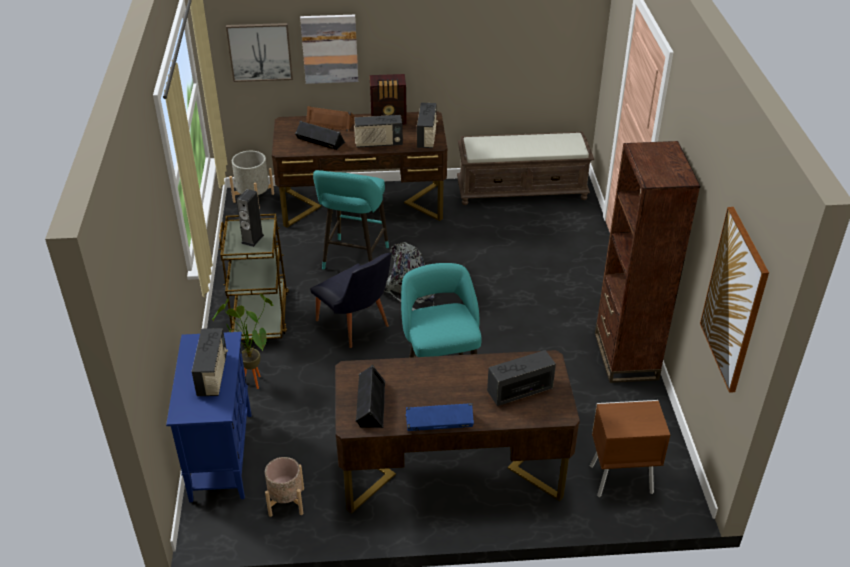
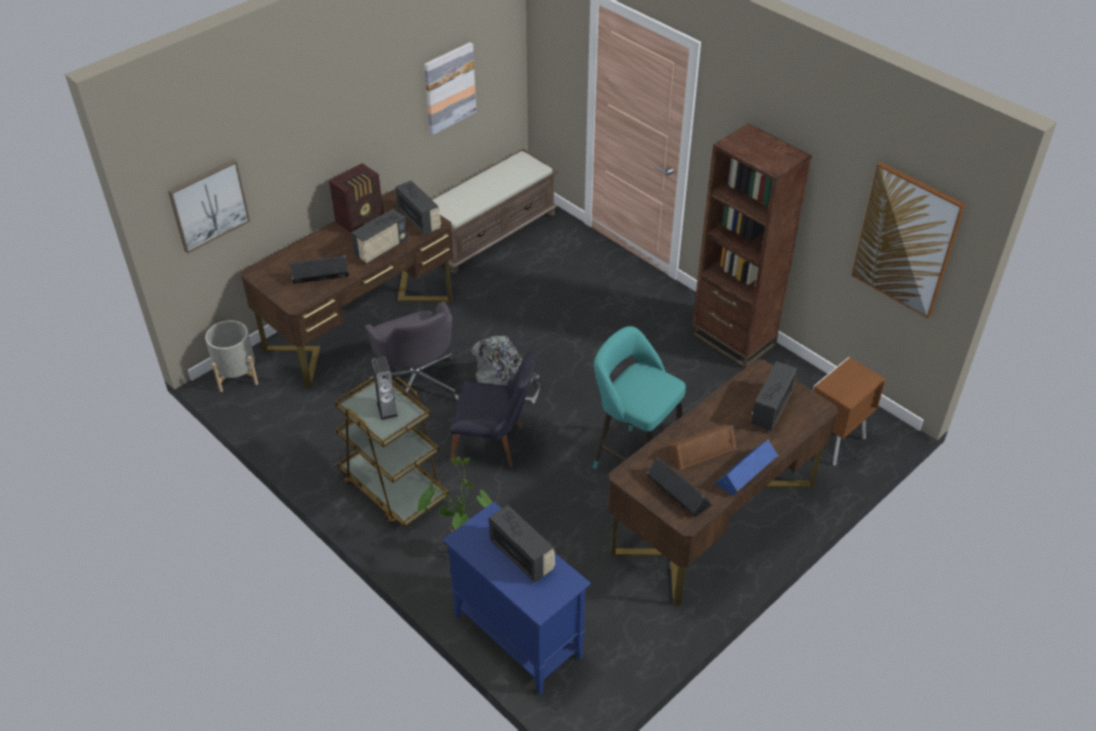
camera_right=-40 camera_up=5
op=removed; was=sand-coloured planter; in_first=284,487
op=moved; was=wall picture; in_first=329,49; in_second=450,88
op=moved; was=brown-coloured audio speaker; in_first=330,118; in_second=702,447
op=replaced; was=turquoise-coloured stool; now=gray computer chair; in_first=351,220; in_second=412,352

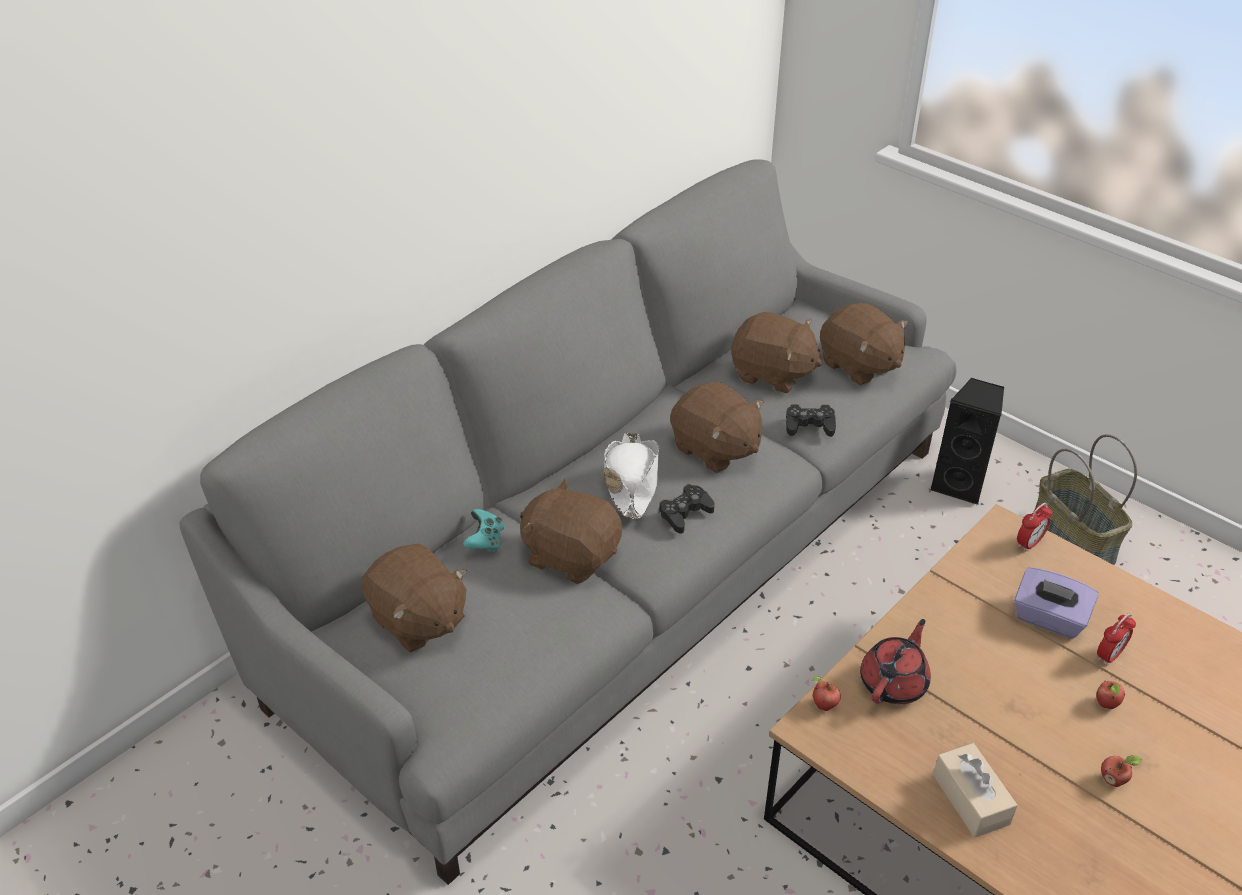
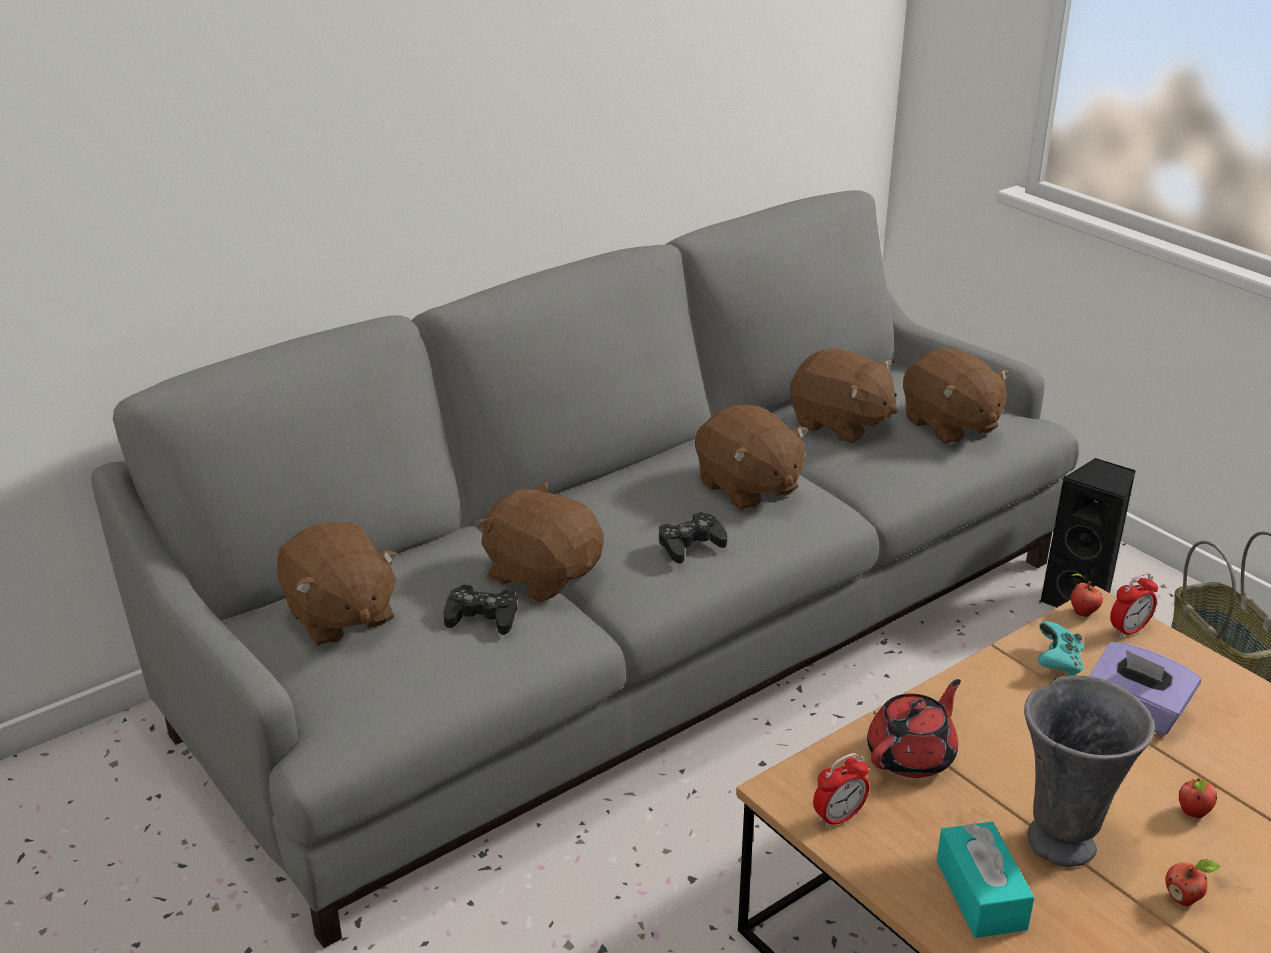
camera_right=10 camera_up=-10
op=moved; was=turquoise-coloured gamepad; in_first=483,530; in_second=1061,648
op=removed; was=white-coloured hat; in_first=631,475
op=moved; was=blackish gamepad; in_first=811,420; in_second=480,610
op=moved; was=apple; in_first=826,693; in_second=1086,595
op=recoloured; was=sand-coloured tissue holder; now=turquoise-coloured tissue holder; in_first=975,790; in_second=985,880
op=moved; was=bedside clock; in_first=1116,639; in_second=841,791
op=added; now=gray flower vase; in_second=1089,771

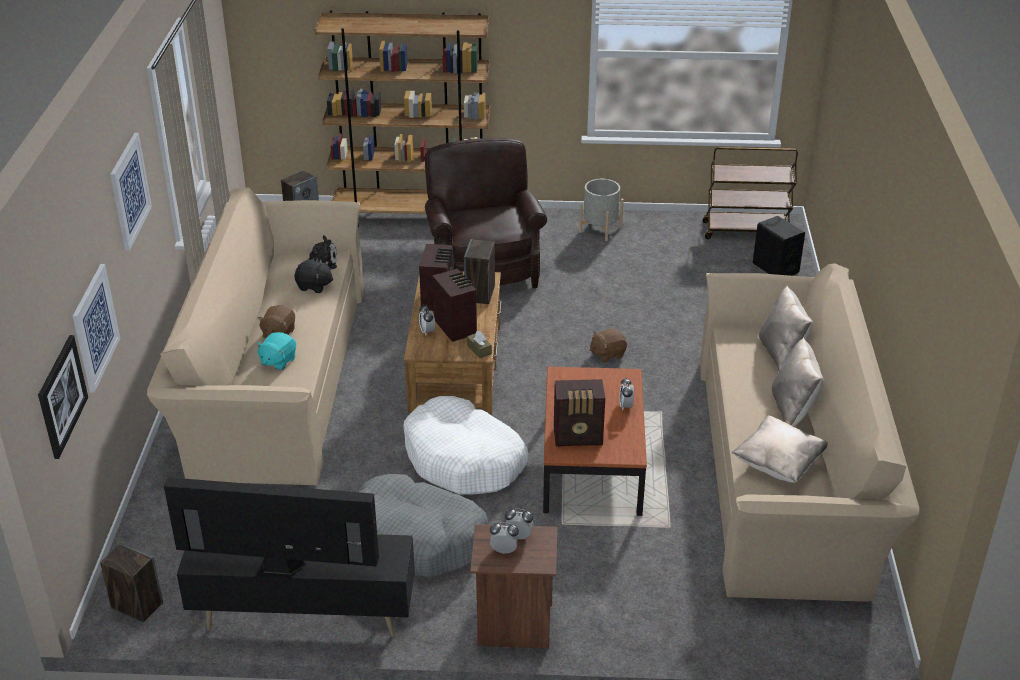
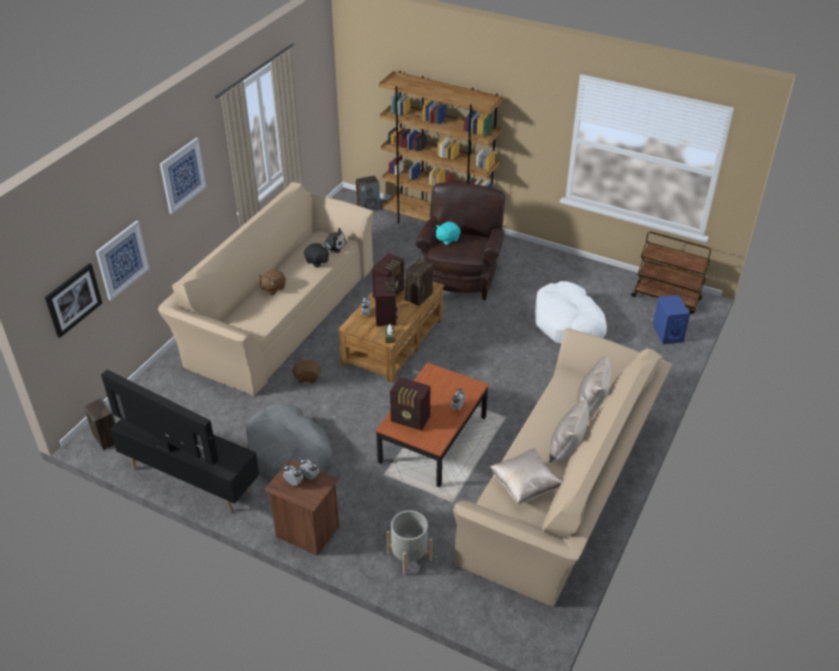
camera_right=25 camera_up=5
op=moved; was=turquoise-coloured cuddly toy; in_first=276,351; in_second=448,233
op=moved; was=white-coloured dog bed; in_first=465,445; in_second=571,312
op=moved; was=gray planter; in_first=601,210; in_second=409,542
op=moved; was=brown-coloured cuddly toy; in_first=608,345; in_second=306,370
op=recoloured; was=blackish audio speaker; now=blue audio speaker; in_first=779,246; in_second=671,319

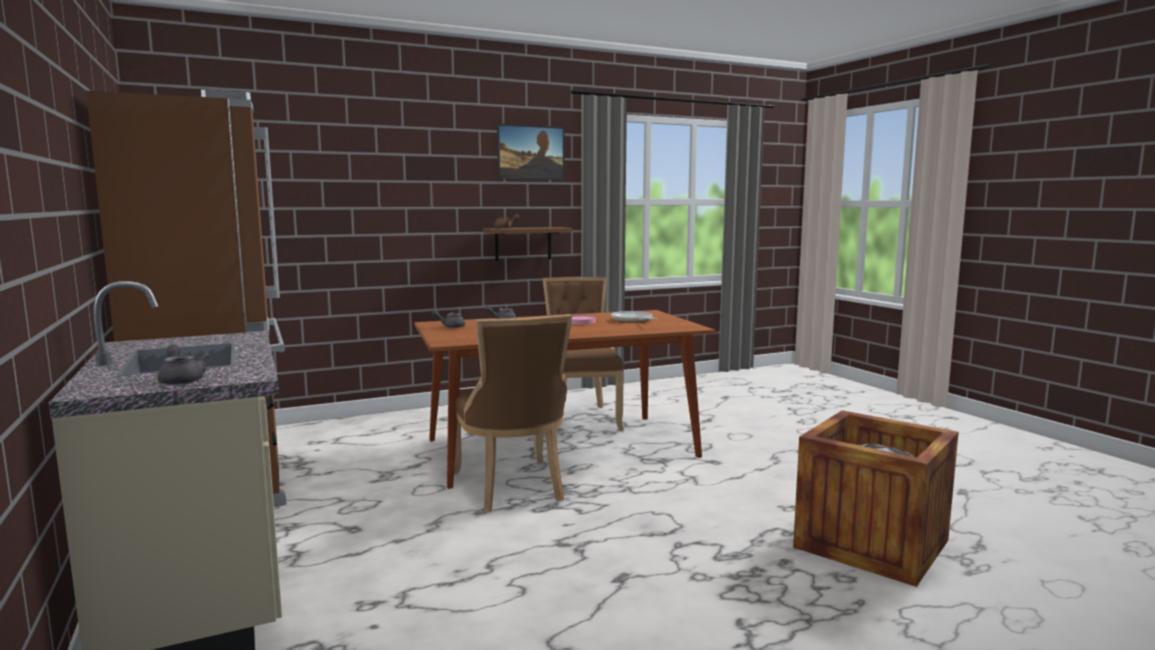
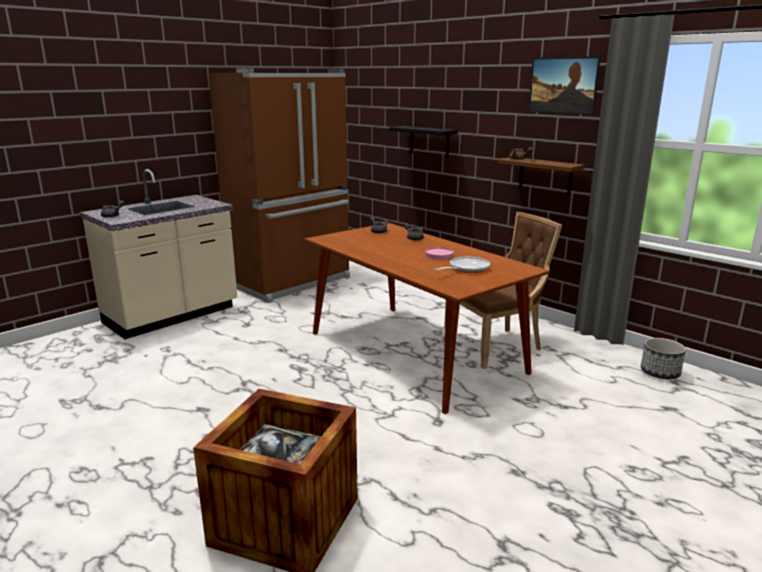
camera_right=70 camera_up=10
op=removed; was=brown-coloured chair; in_first=513,413
op=added; now=blackish bracket shelf; in_second=423,142
op=added; now=planter; in_second=663,358

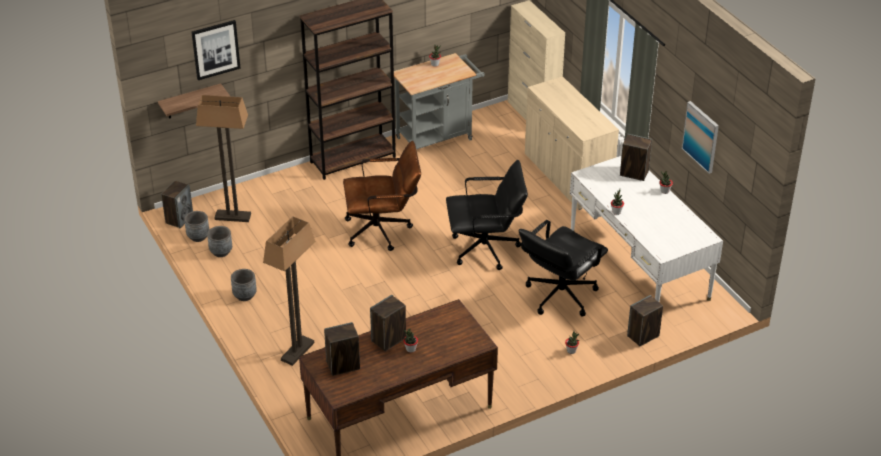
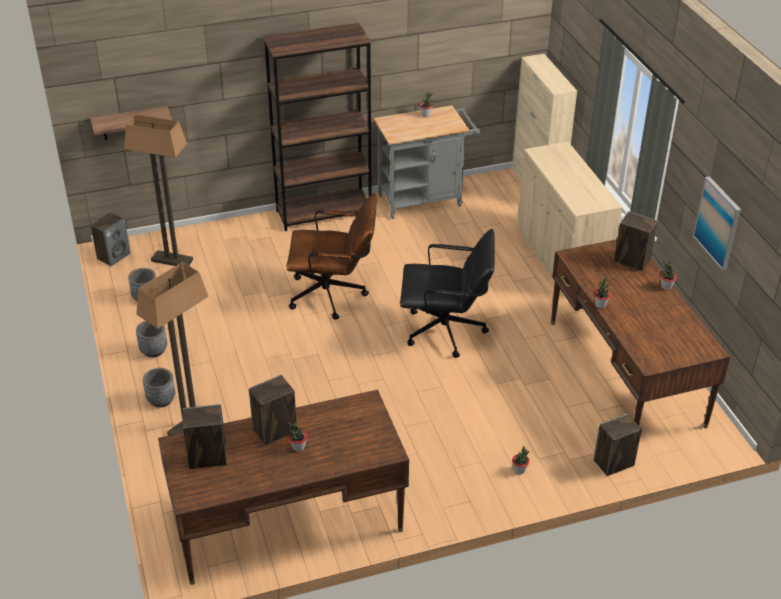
camera_right=10 camera_up=0
op=moved; was=gray planter; in_first=196,226; in_second=159,388
op=removed; was=wall picture; in_first=216,50
op=removed; was=blackish computer chair; in_first=563,268
op=recoloured; was=white-coloured desk unit; now=brown-coloured desk unit; in_first=646,229; in_second=640,333

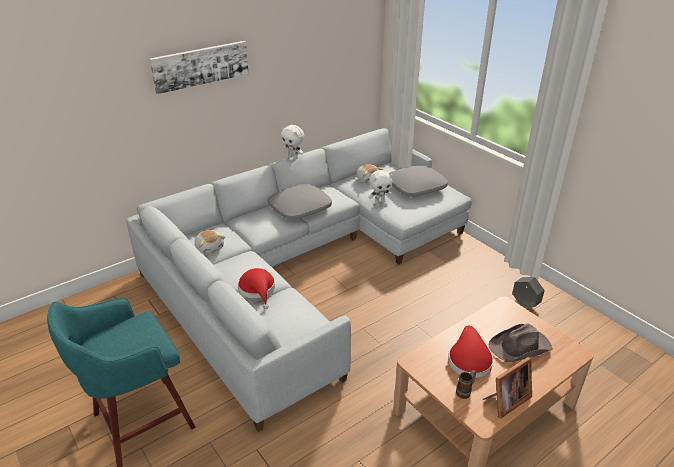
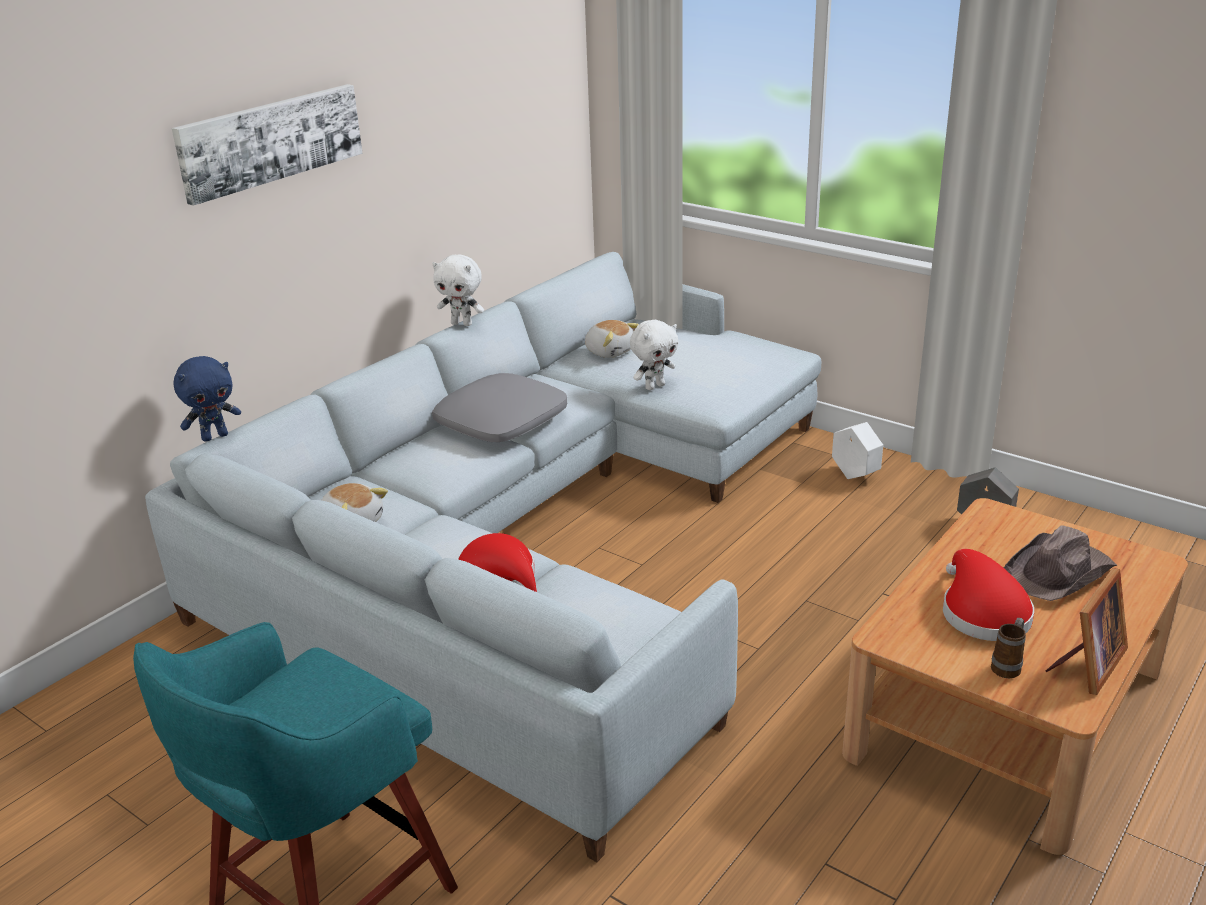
camera_right=-15 camera_up=-5
op=removed; was=gray cushion; in_first=418,181
op=added; now=blue cuddly toy; in_second=207,399
op=added; now=white-coloured planter; in_second=857,450

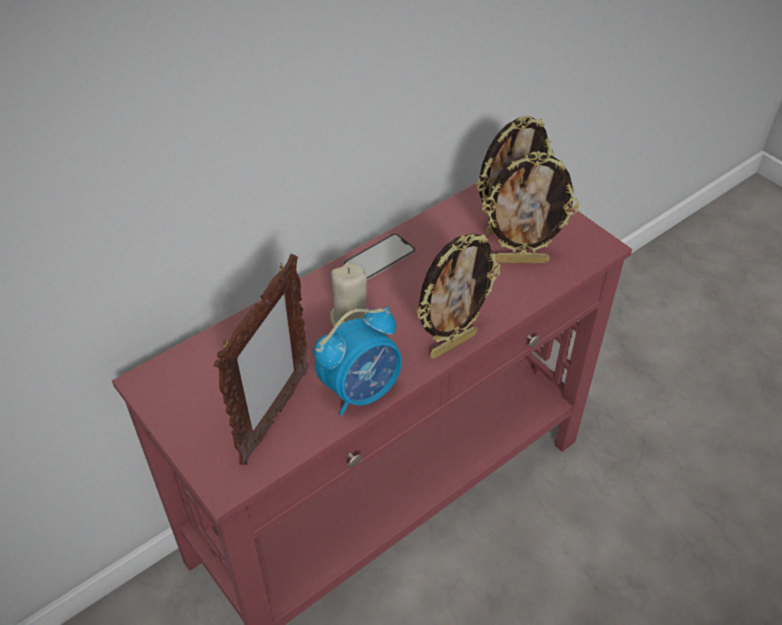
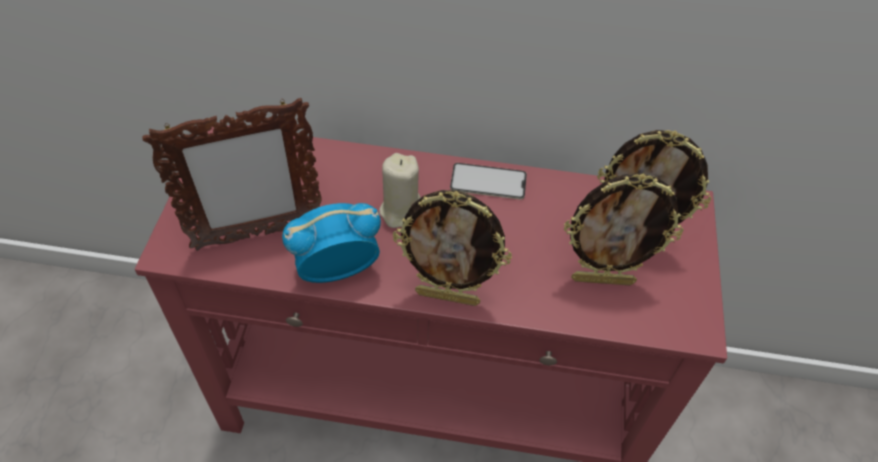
camera_right=45 camera_up=5
op=turned; was=bedside clock; in_first=358,361; in_second=331,243; clockwise=150
op=turned; was=standing frame; in_first=530,207; in_second=624,229; clockwise=-45

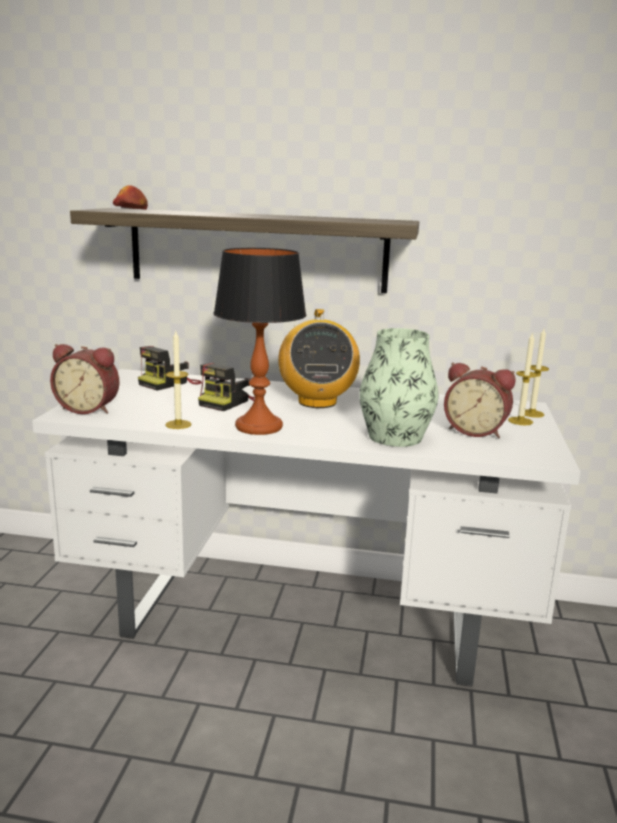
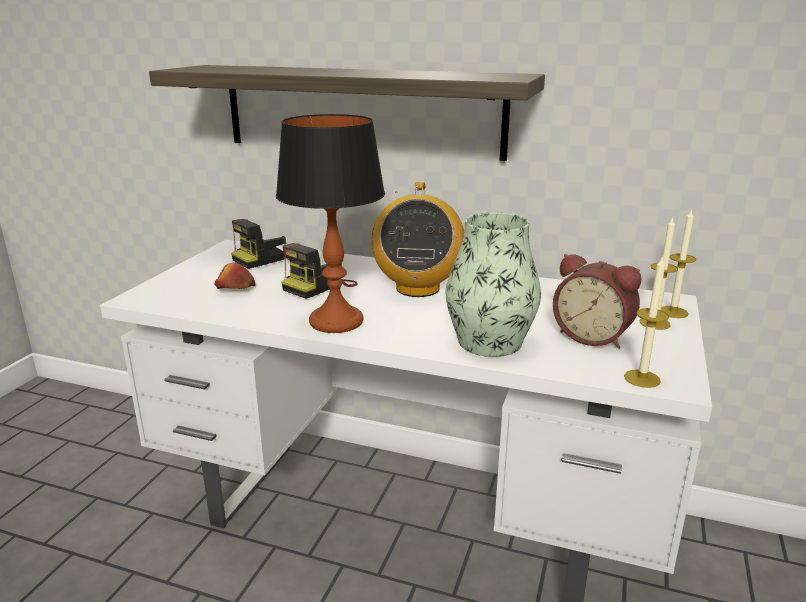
camera_right=10 camera_up=5
op=removed; was=bedside clock; in_first=85,379
op=moved; was=apple; in_first=130,197; in_second=234,276
op=moved; was=candle; in_first=178,380; in_second=646,322

